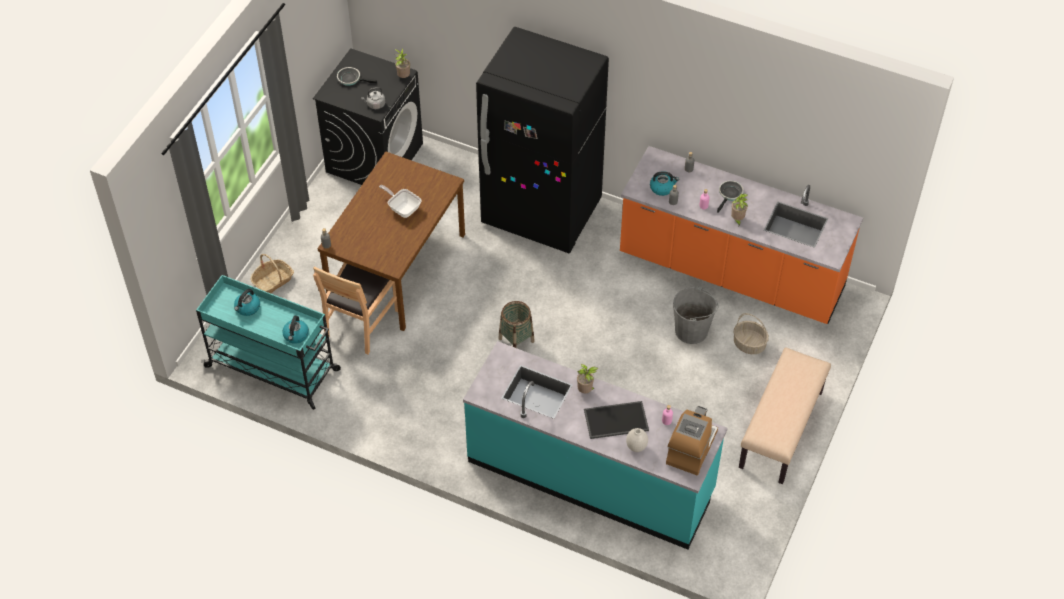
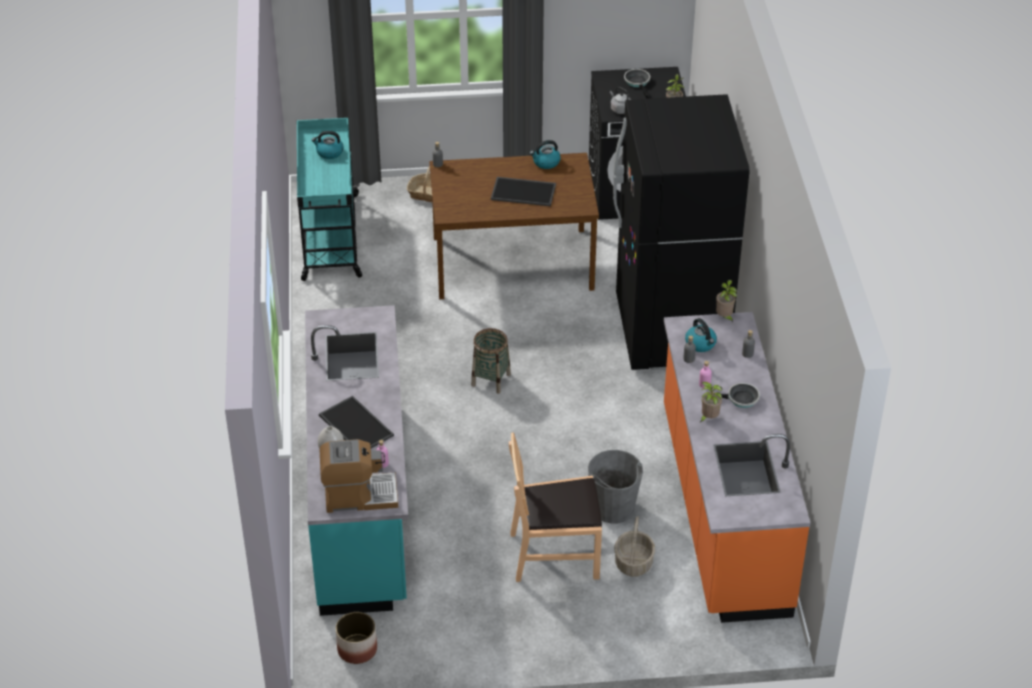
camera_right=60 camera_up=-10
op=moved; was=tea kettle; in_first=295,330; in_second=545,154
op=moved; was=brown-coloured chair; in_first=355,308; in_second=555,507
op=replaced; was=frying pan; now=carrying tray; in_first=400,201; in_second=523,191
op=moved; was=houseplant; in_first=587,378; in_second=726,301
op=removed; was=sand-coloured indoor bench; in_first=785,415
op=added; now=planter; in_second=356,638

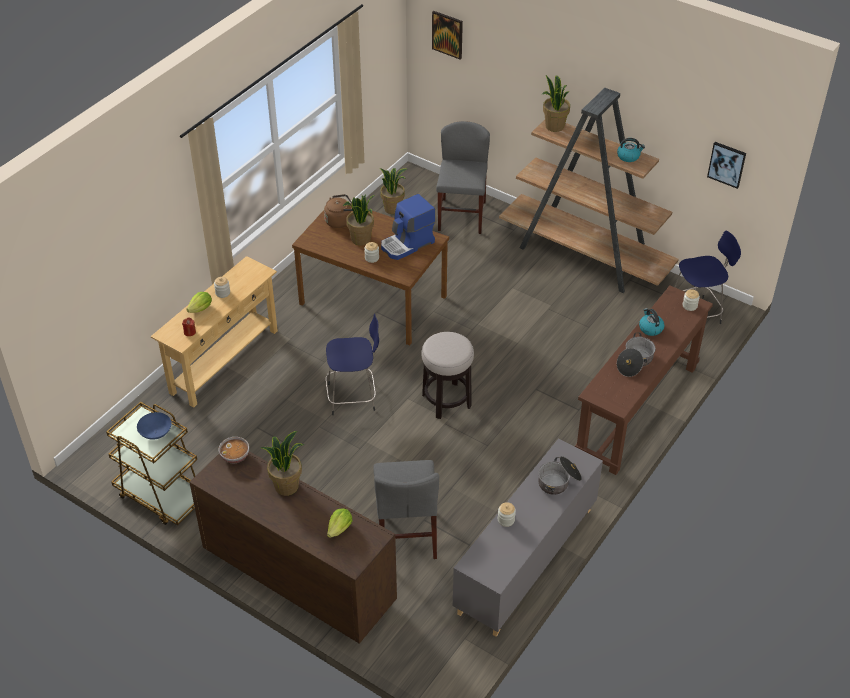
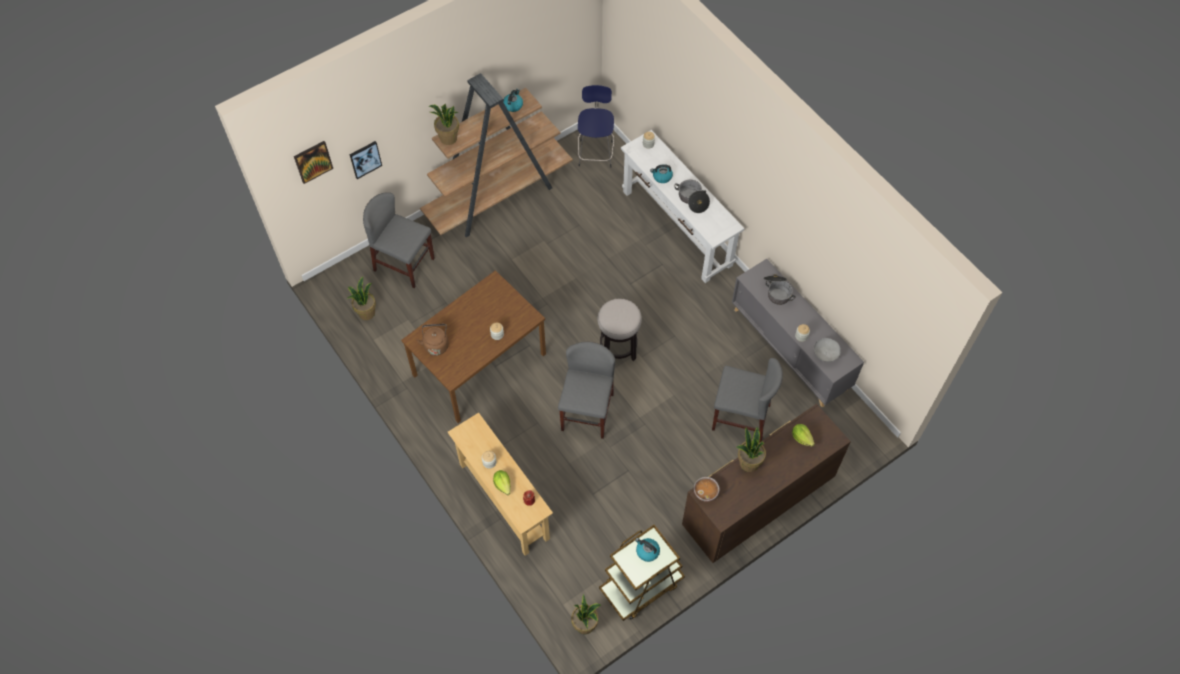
camera_right=-70 camera_up=15
op=replaced; was=blue deep dish; now=tea kettle; in_first=154,426; in_second=647,550
op=replaced; was=blue stool; now=gray chair; in_first=352,364; in_second=586,390
op=moved; was=houseplant; in_first=359,219; in_second=586,614
op=removed; was=coffee maker; in_first=408,227
op=recoloured; was=brown-coloured narrow table; now=white-coloured narrow table; in_first=644,380; in_second=683,206
op=moved; was=wall picture; in_first=726,165; in_second=366,160
op=added; now=gray deep dish; in_second=827,350

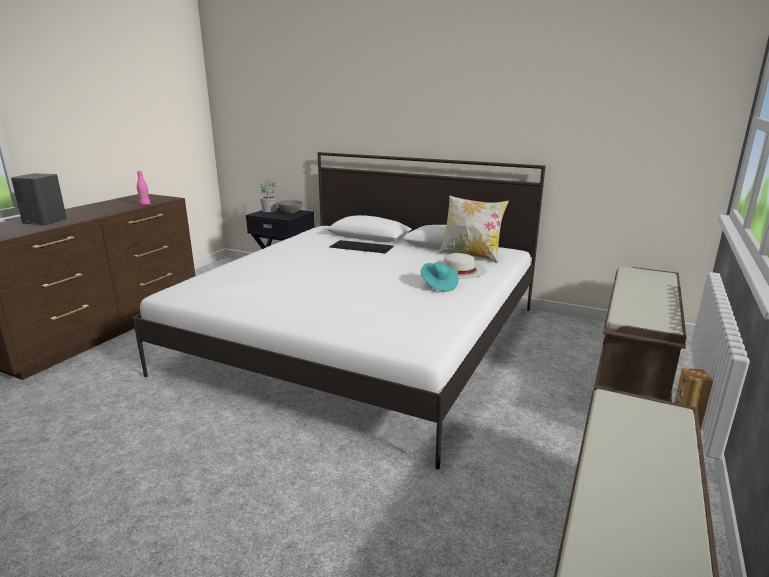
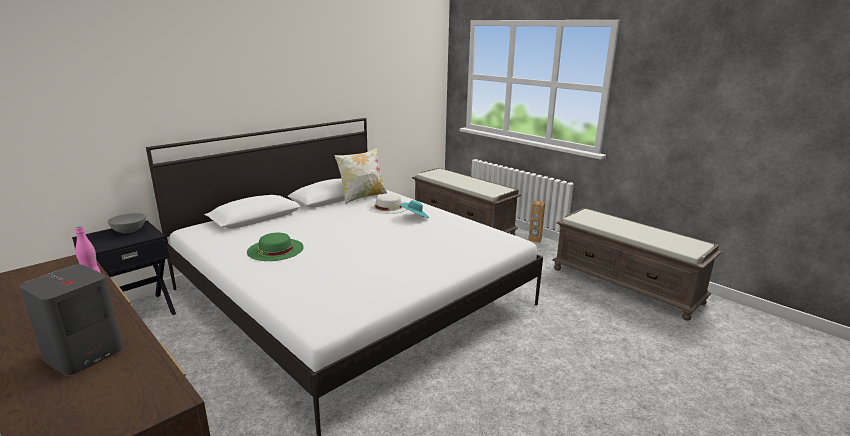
camera_right=-70 camera_up=0
op=removed; was=houseplant; in_first=268,196
op=removed; was=PC keyboard; in_first=362,246
op=added; now=greenish hat; in_second=275,247

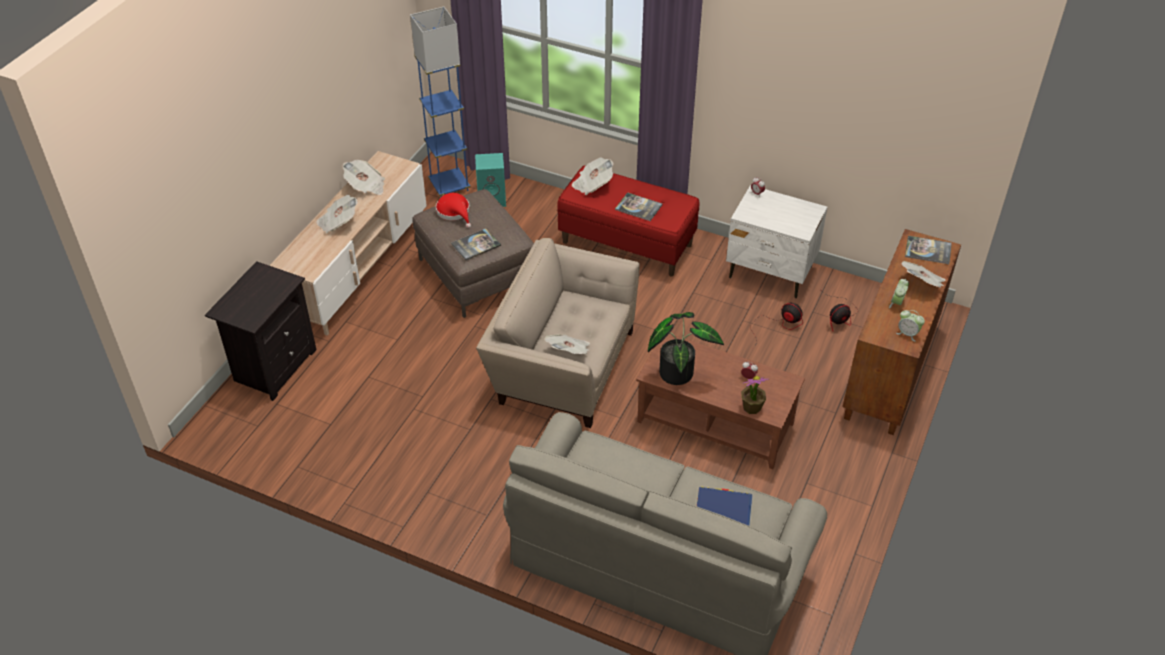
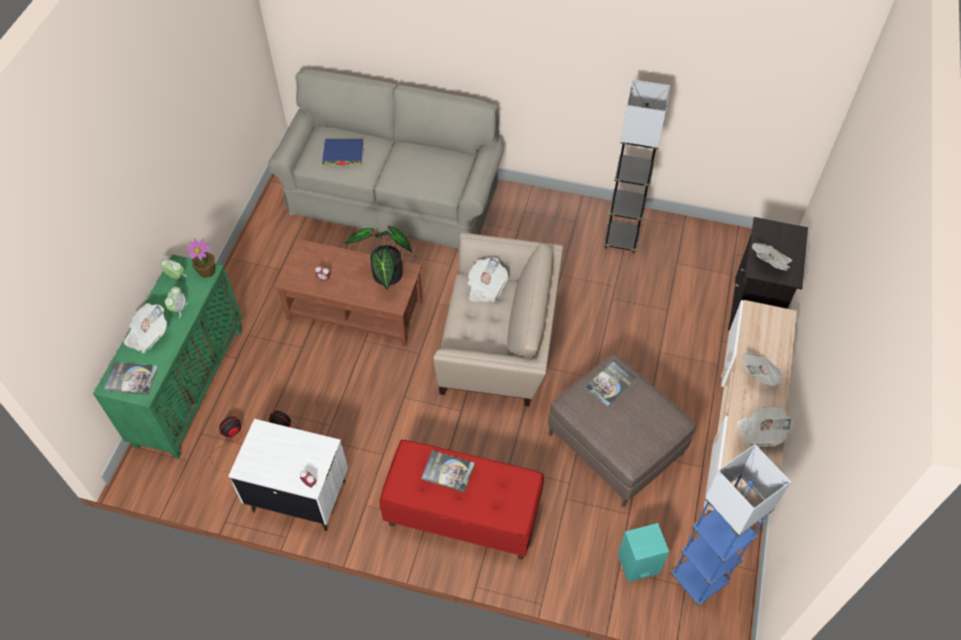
camera_right=170 camera_up=10
op=removed; was=red-coloured hat; in_first=453,210
op=moved; was=daily paper; in_first=593,176; in_second=772,257
op=moved; was=houseplant; in_first=755,395; in_second=200,258
op=recoloured; was=brown-coloured storage cabinet; now=greenish storage cabinet; in_first=902,332; in_second=168,356
op=added; now=gray standing lamp; in_second=636,166

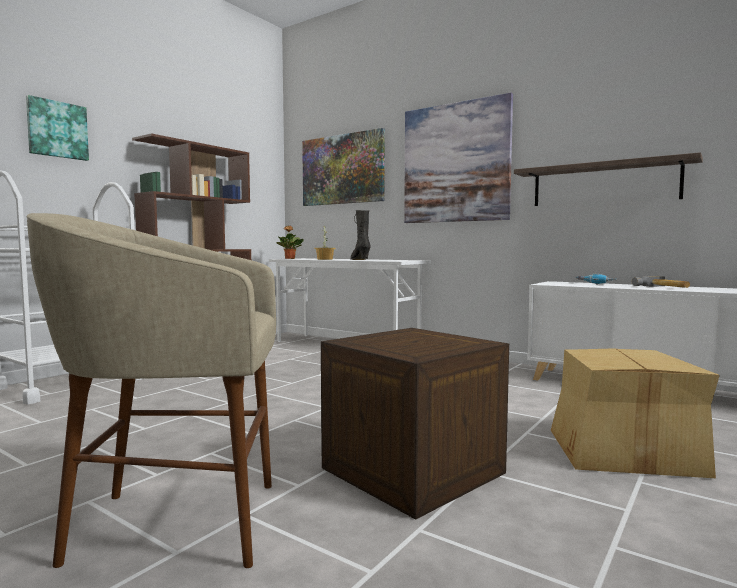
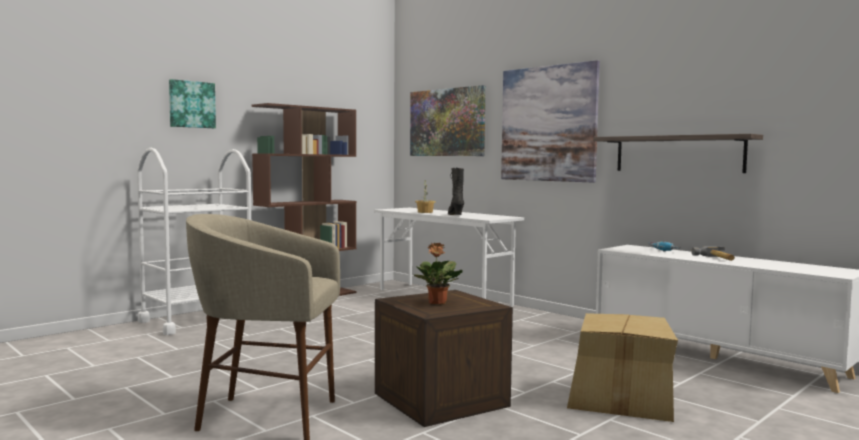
camera_right=10 camera_up=0
op=moved; was=houseplant; in_first=290,242; in_second=438,274

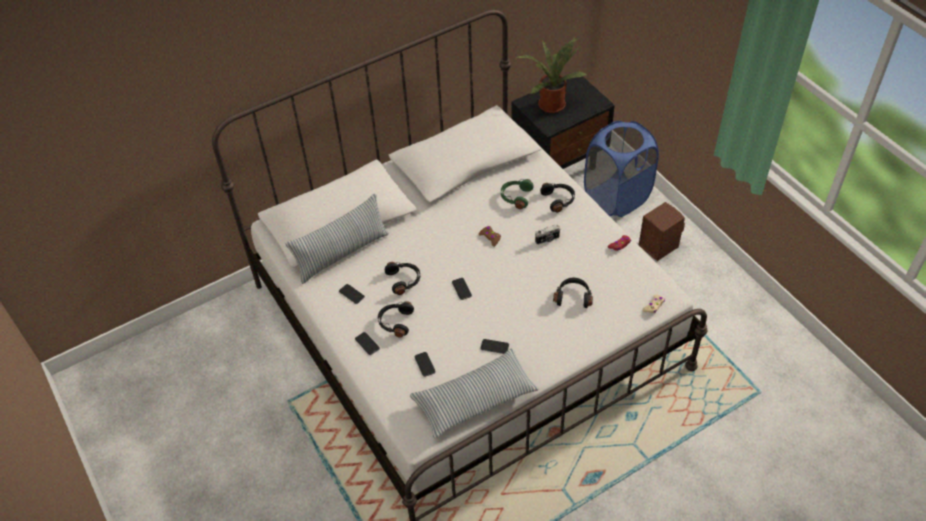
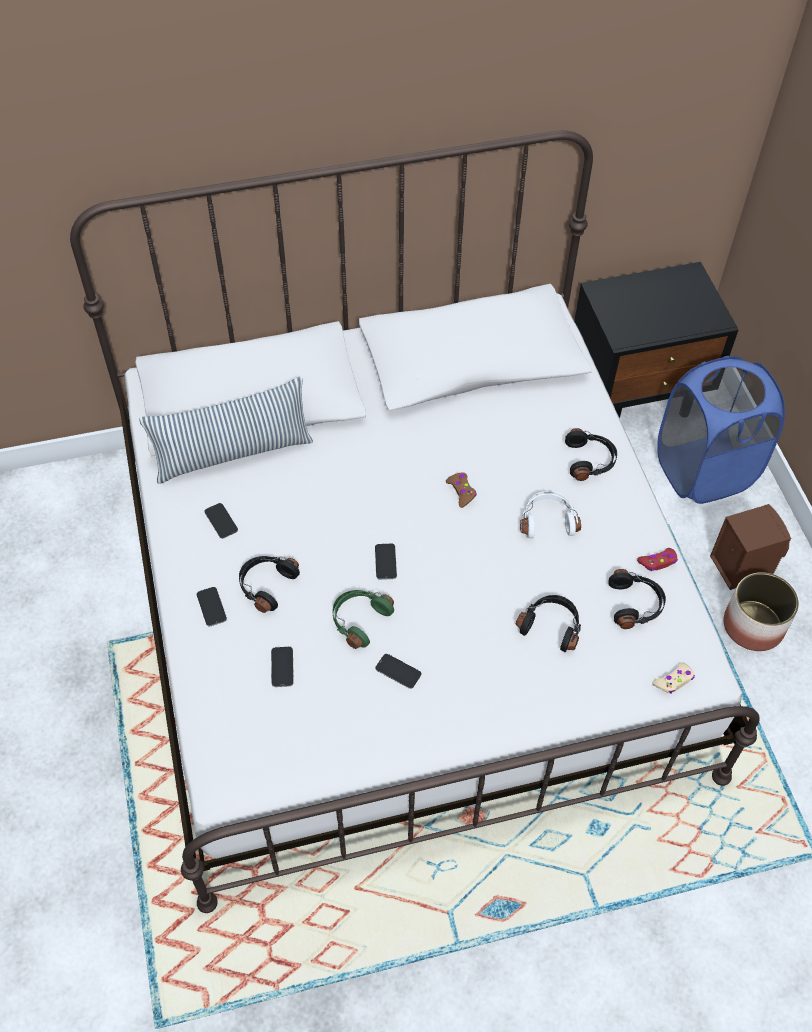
camera_right=15 camera_up=5
op=moved; was=blackish pair of headphones; in_first=402,278; in_second=637,599
op=removed; was=cushion; in_first=474,393
op=moved; was=greenish pair of headphones; in_first=517,194; in_second=363,619
op=removed; was=houseplant; in_first=551,75
op=replaced; was=still camera; now=white-coloured pair of headphones; in_first=547,234; in_second=551,515
op=added; now=planter; in_second=761,611

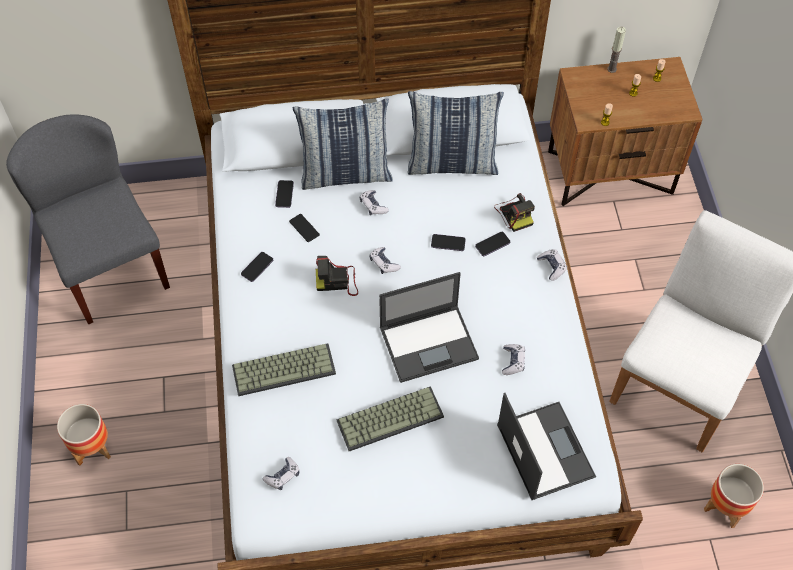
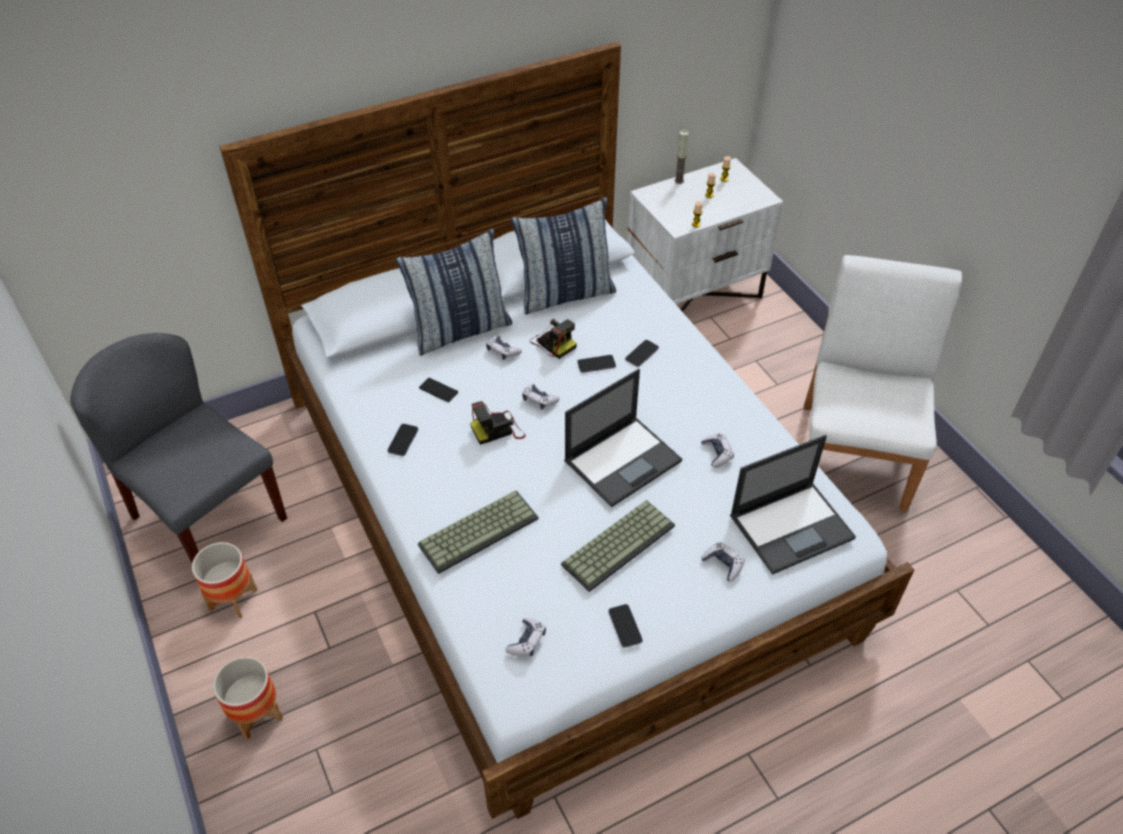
camera_right=-20 camera_up=-10
op=moved; was=handset; in_first=284,194; in_second=626,626
op=moved; was=still camera; in_first=514,212; in_second=553,339
op=turned; was=laptop; in_first=546,446; in_second=793,505; clockwise=105
op=moved; was=gamepad; in_first=552,265; in_second=722,562
op=recoloured; was=brown-coloured night table; now=white-coloured night table; in_first=625,131; in_second=705,235
op=moved; was=planter; in_first=734,496; in_second=224,580

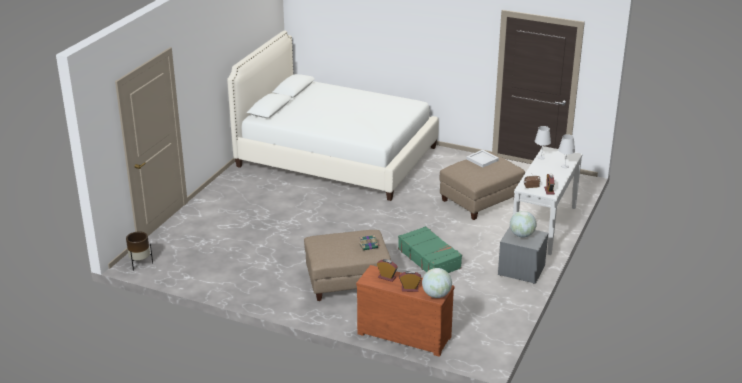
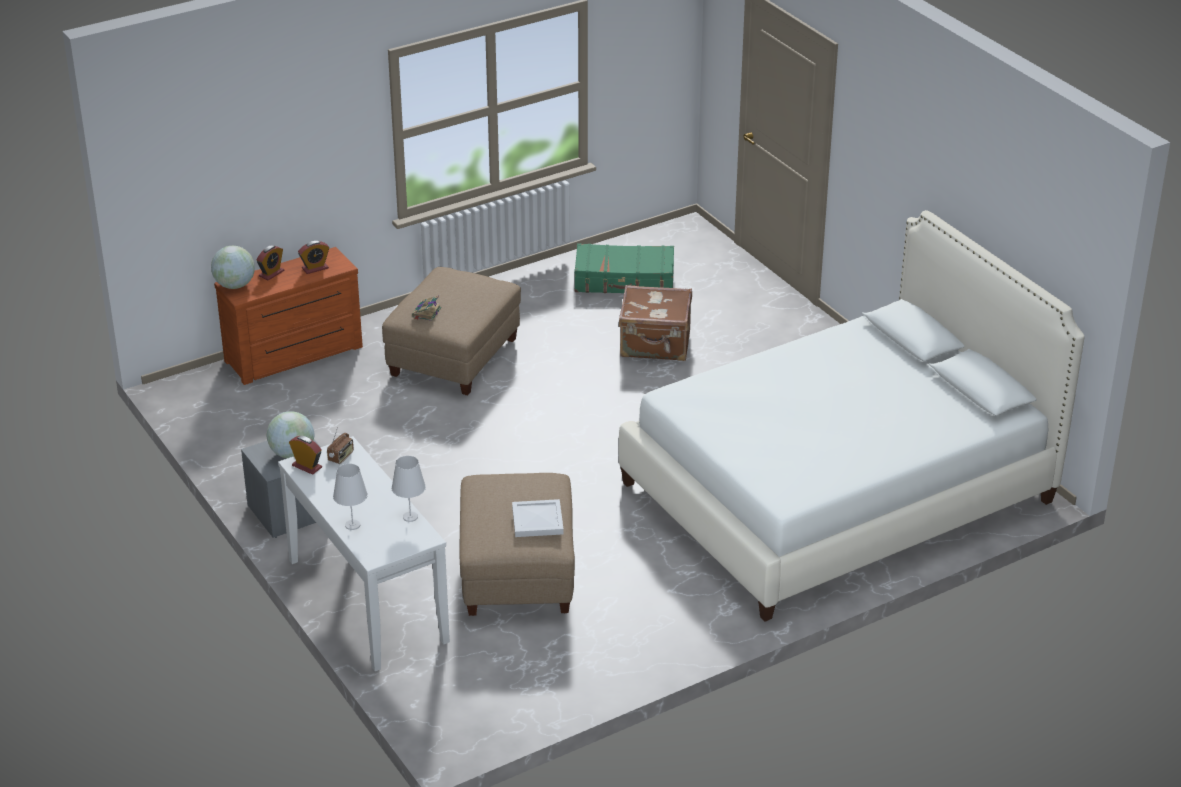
camera_right=125 camera_up=5
op=removed; was=brown-coloured planter; in_first=139,251
op=moved; was=greenish suitcase; in_first=430,249; in_second=624,268
op=added; now=brown-coloured suitcase; in_second=655,323

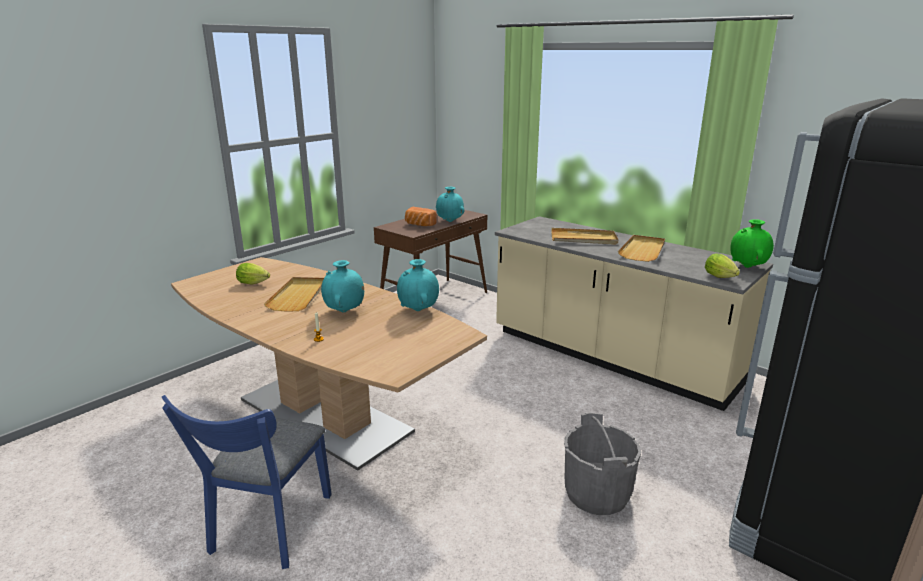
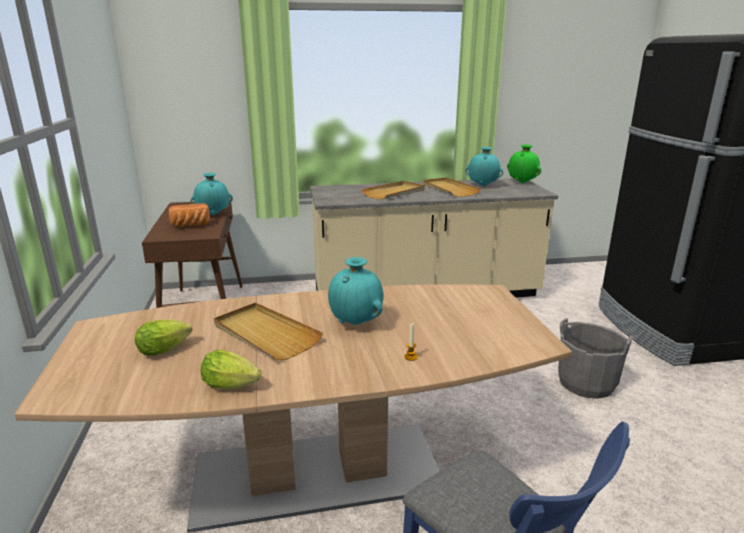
camera_right=-50 camera_up=0
op=moved; was=turquoise-coloured flower vase; in_first=418,285; in_second=484,166
op=moved; was=lettuce head; in_first=722,265; in_second=231,369

